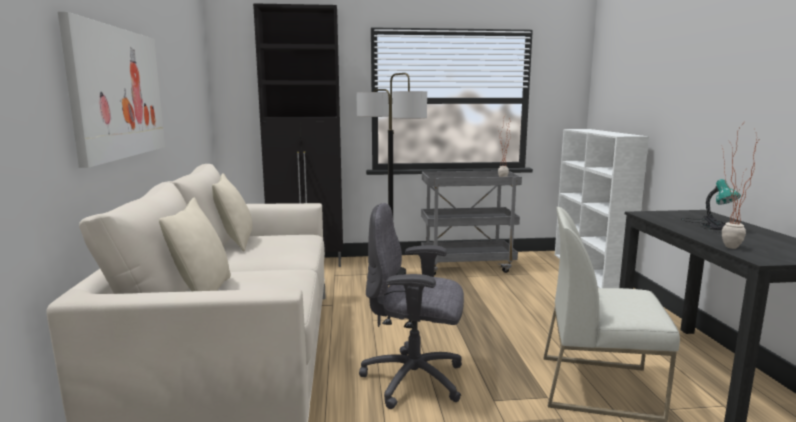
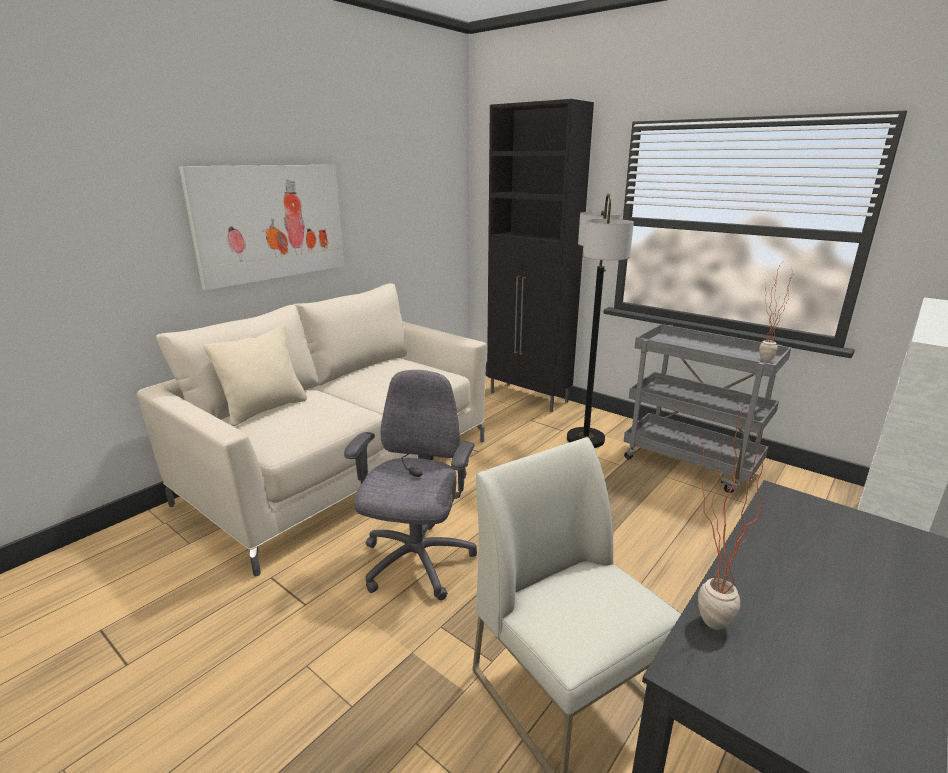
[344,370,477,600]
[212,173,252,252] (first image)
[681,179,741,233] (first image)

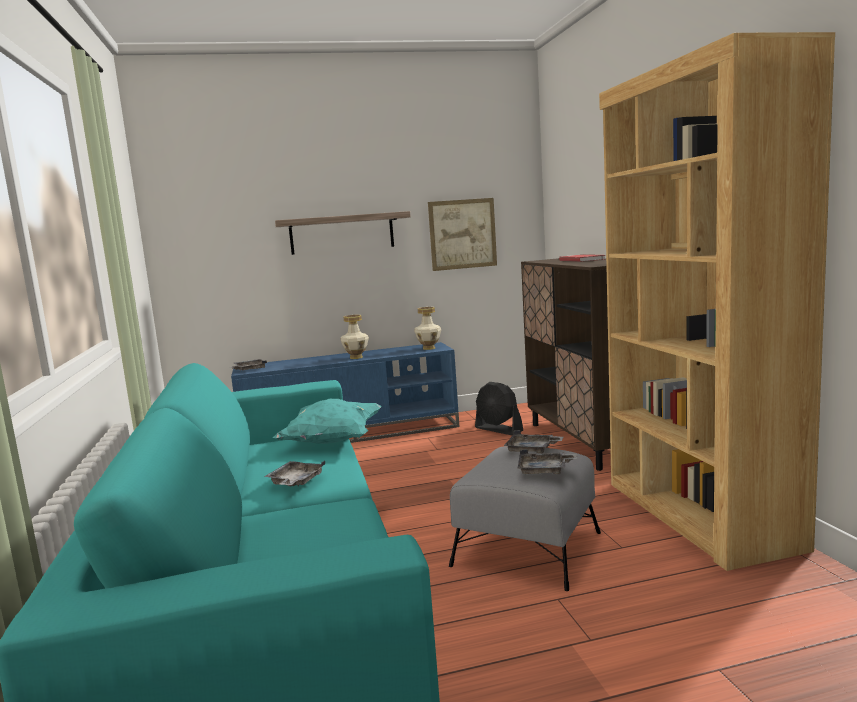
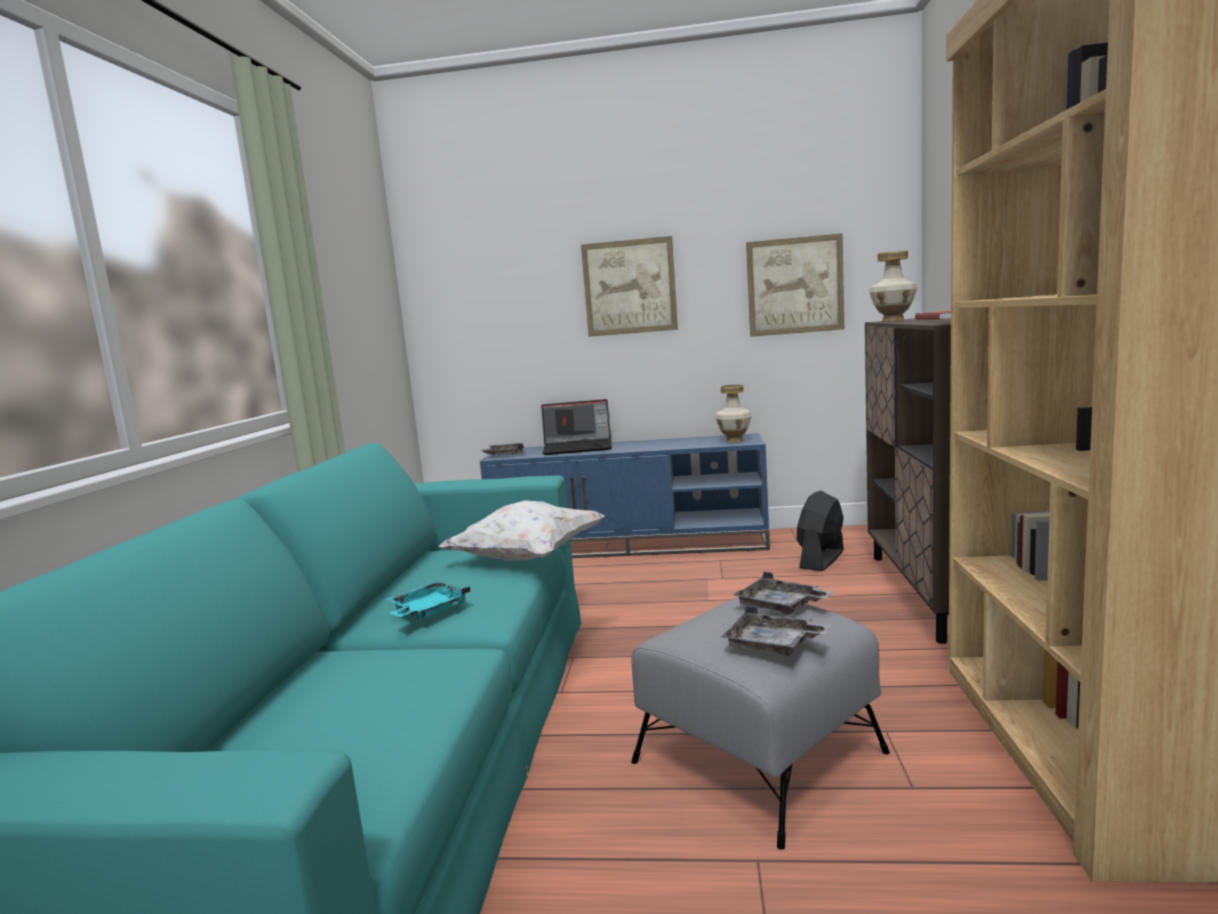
[385,581,470,619]
[439,500,605,561]
[541,399,612,455]
[581,236,678,337]
[796,491,844,571]
[869,250,917,322]

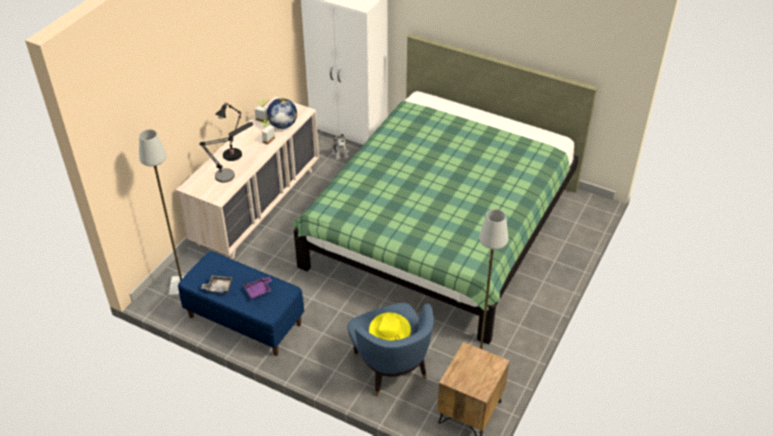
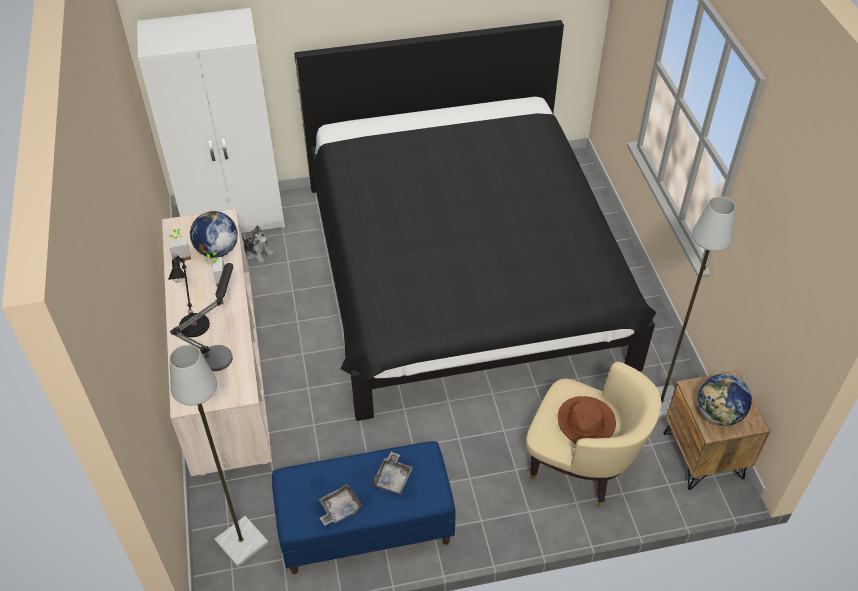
[294,20,656,421]
[372,452,413,495]
[526,362,661,508]
[558,396,616,444]
[698,374,752,426]

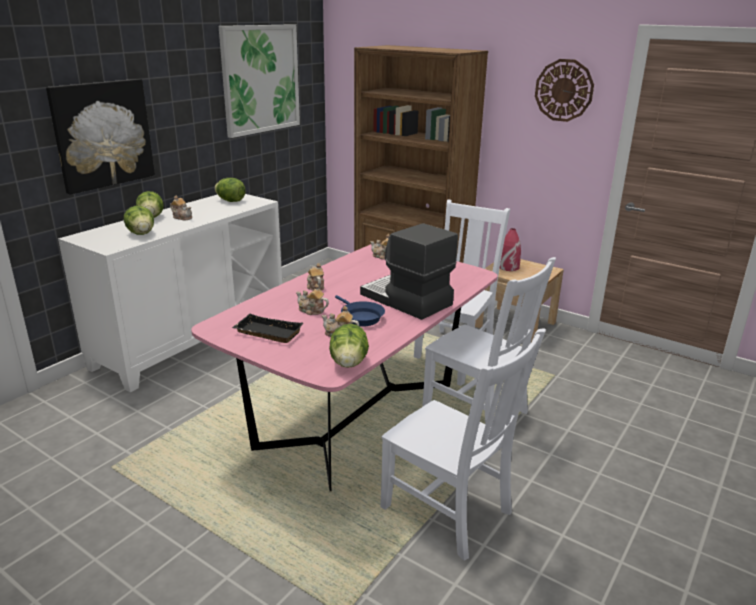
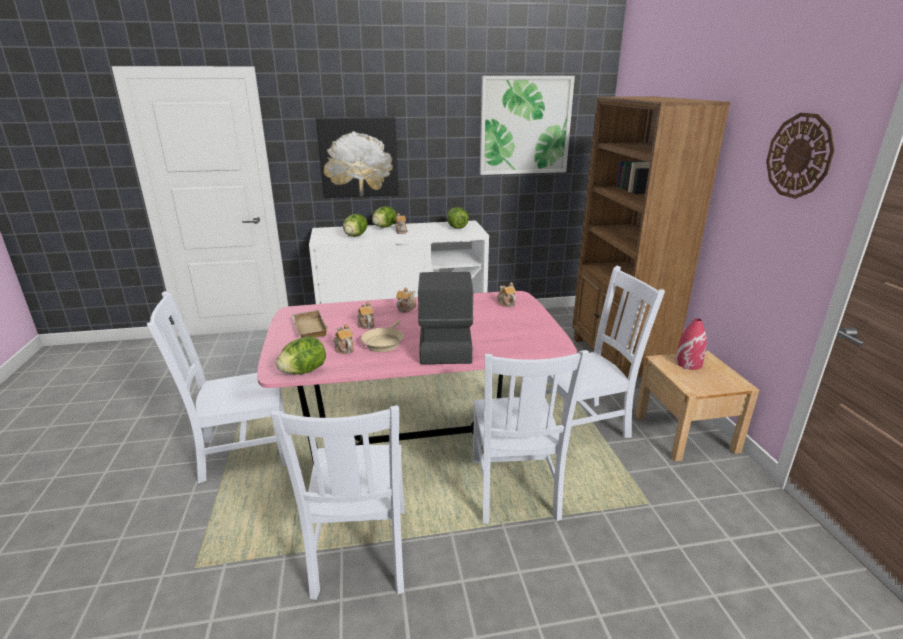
[147,291,286,483]
[291,310,328,338]
[361,319,404,352]

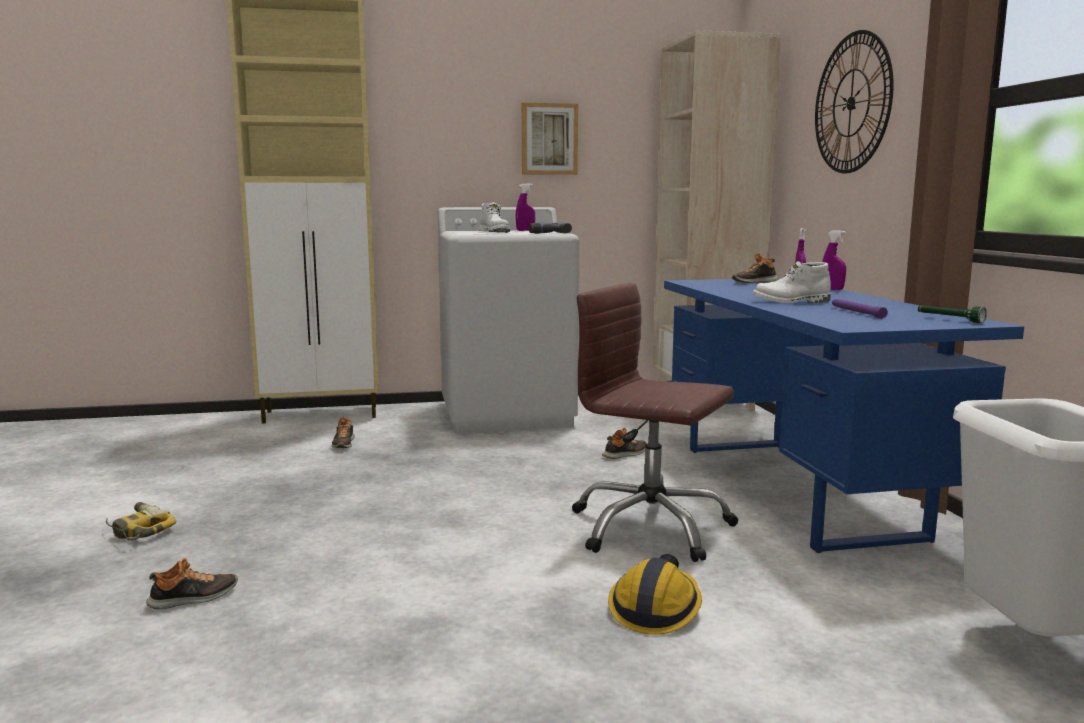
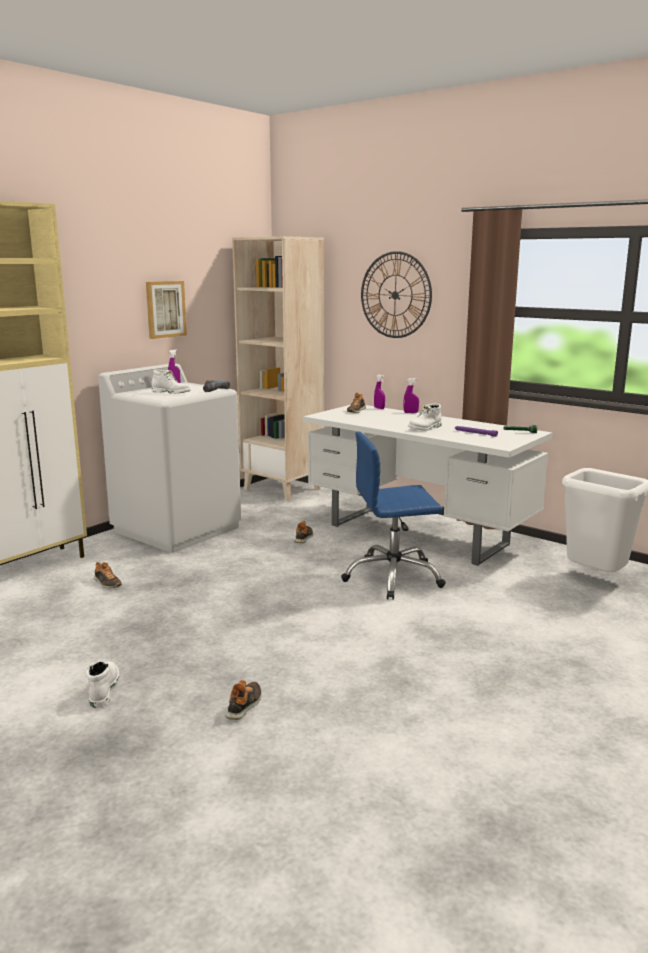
[86,661,119,708]
[303,405,552,566]
[341,432,446,600]
[608,554,702,635] (first image)

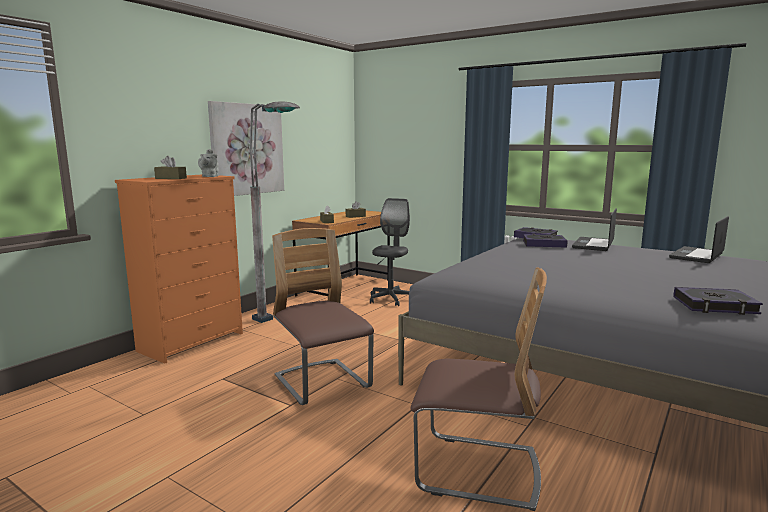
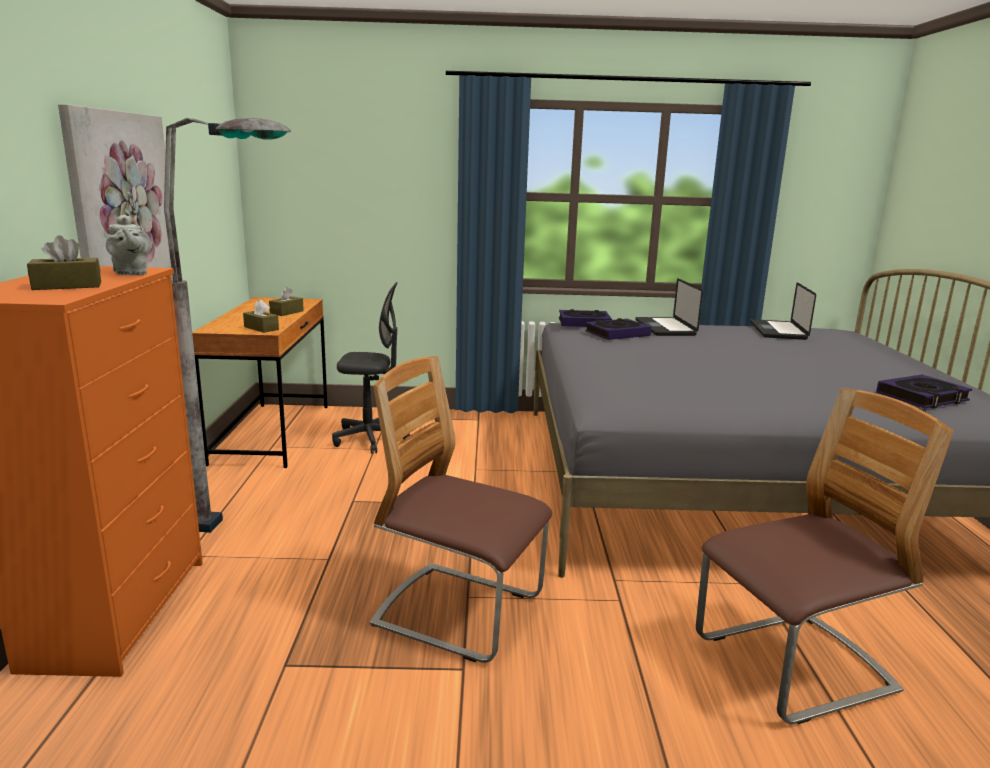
[332,282,410,454]

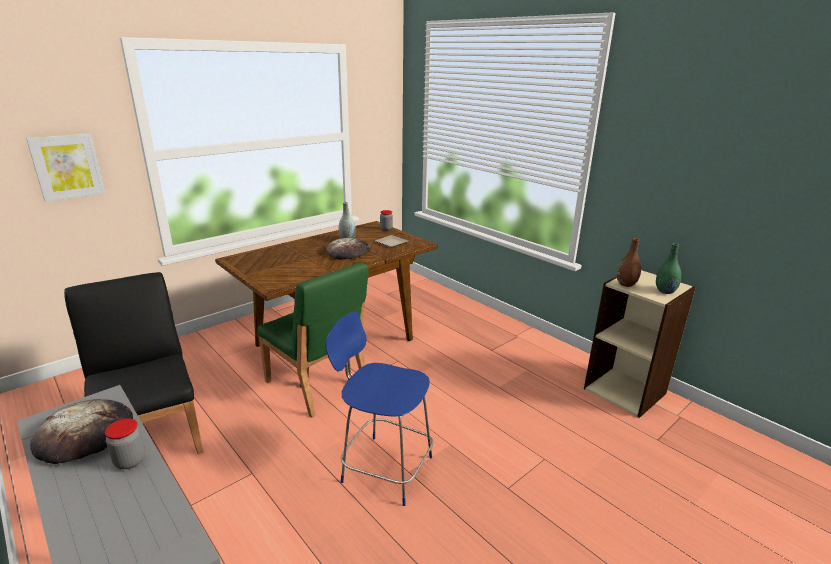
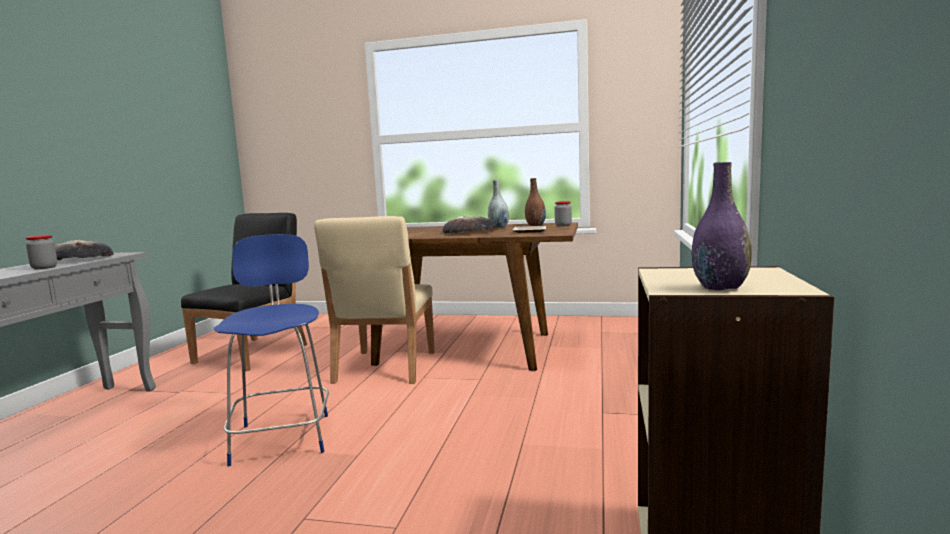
[314,216,435,384]
[525,178,546,226]
[692,162,752,290]
[26,133,106,202] (first image)

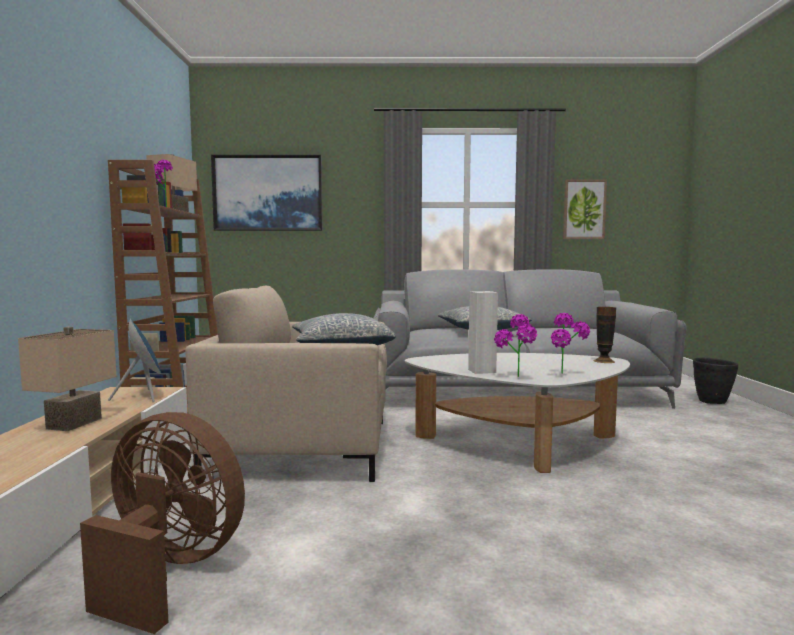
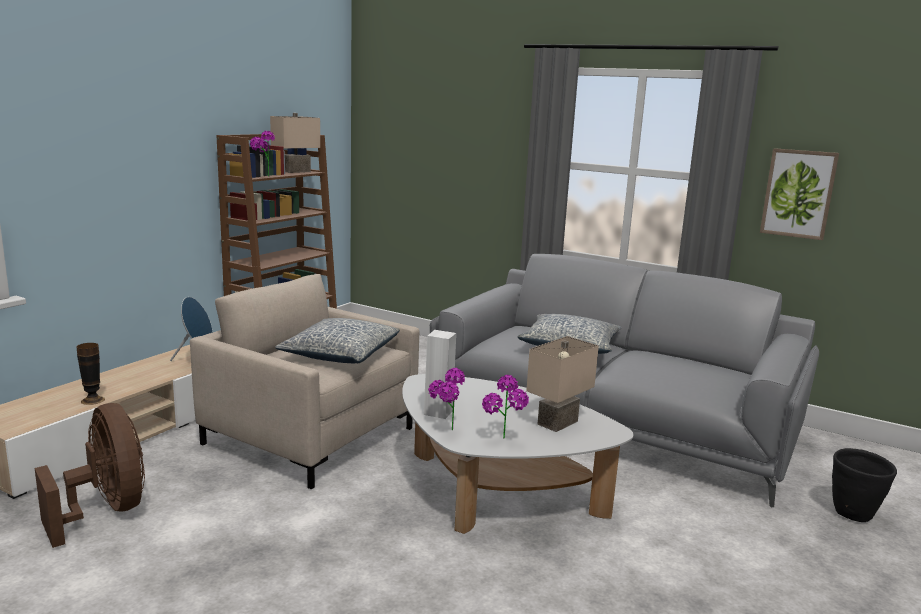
[76,343,105,405]
[526,336,599,432]
[211,154,323,231] (first image)

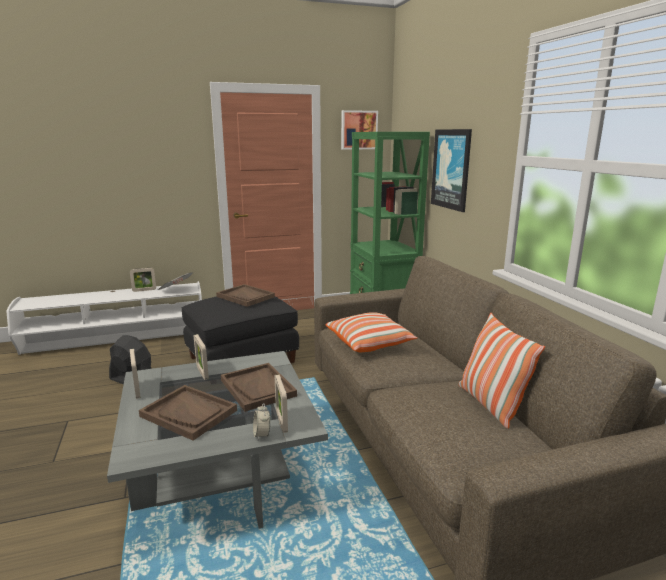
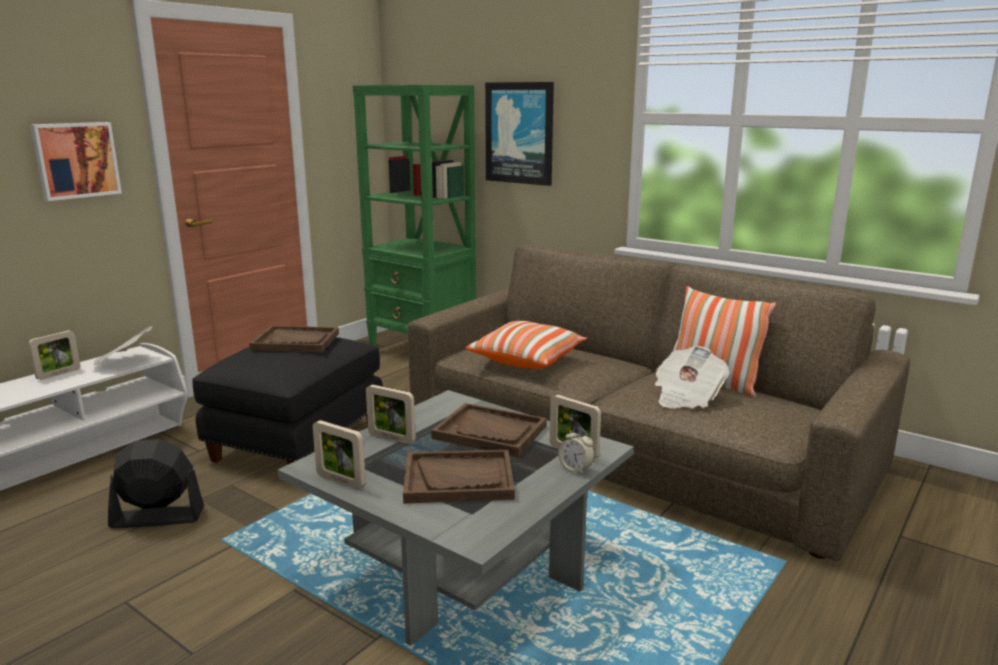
[30,122,122,201]
[655,346,729,408]

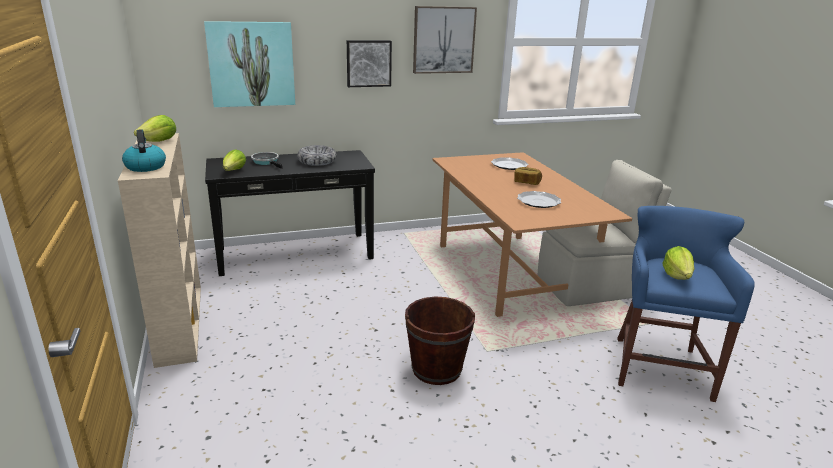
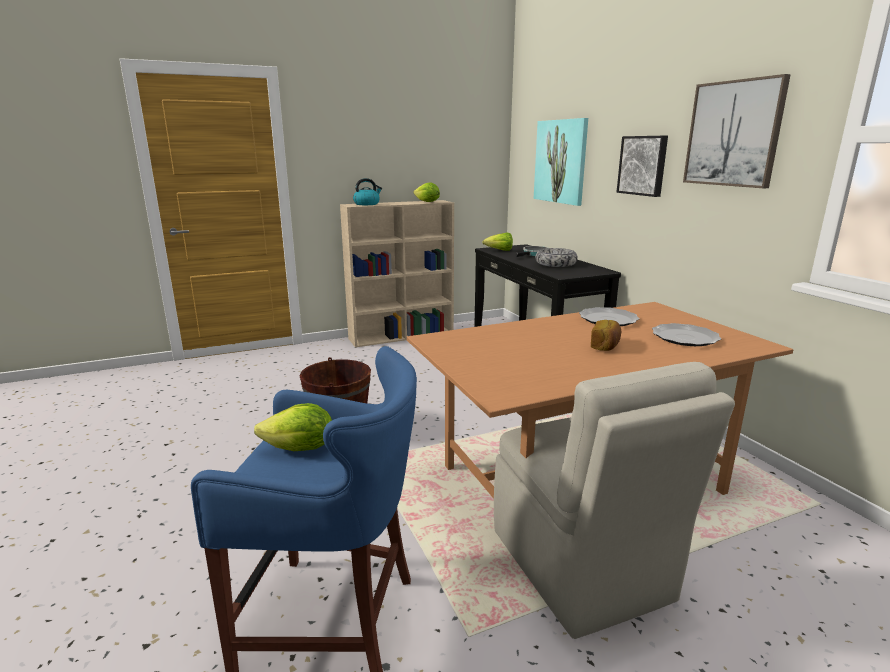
[579,307,640,326]

